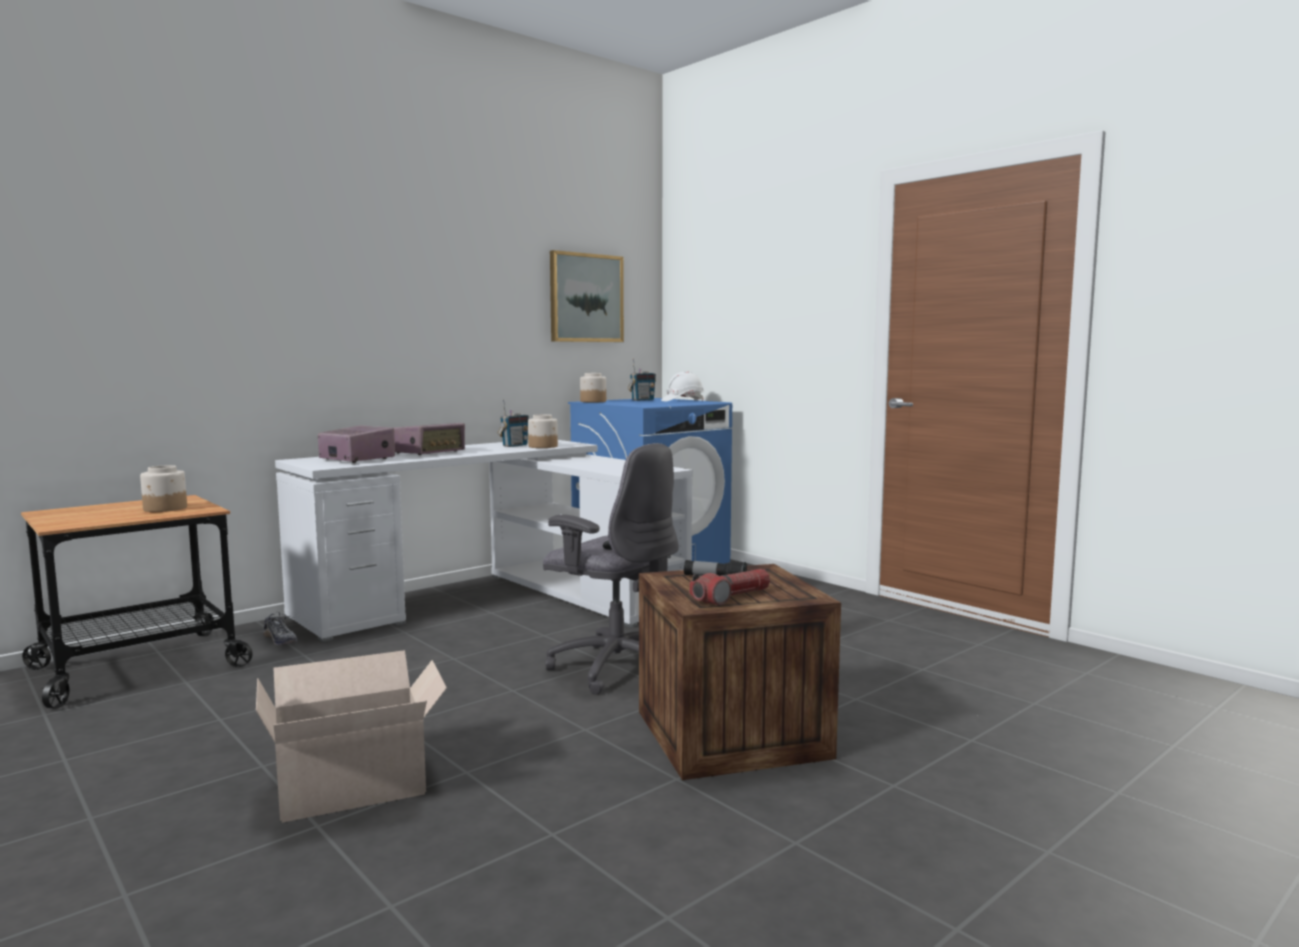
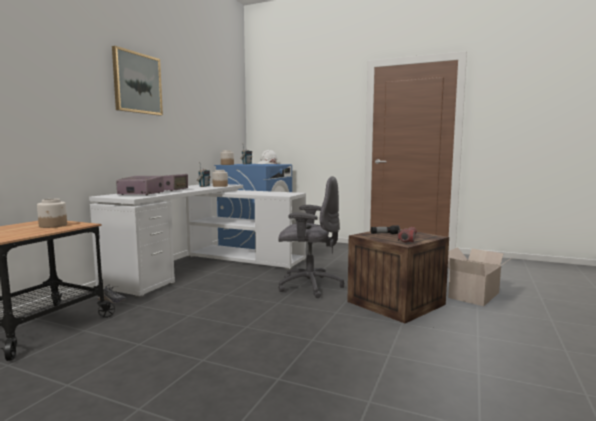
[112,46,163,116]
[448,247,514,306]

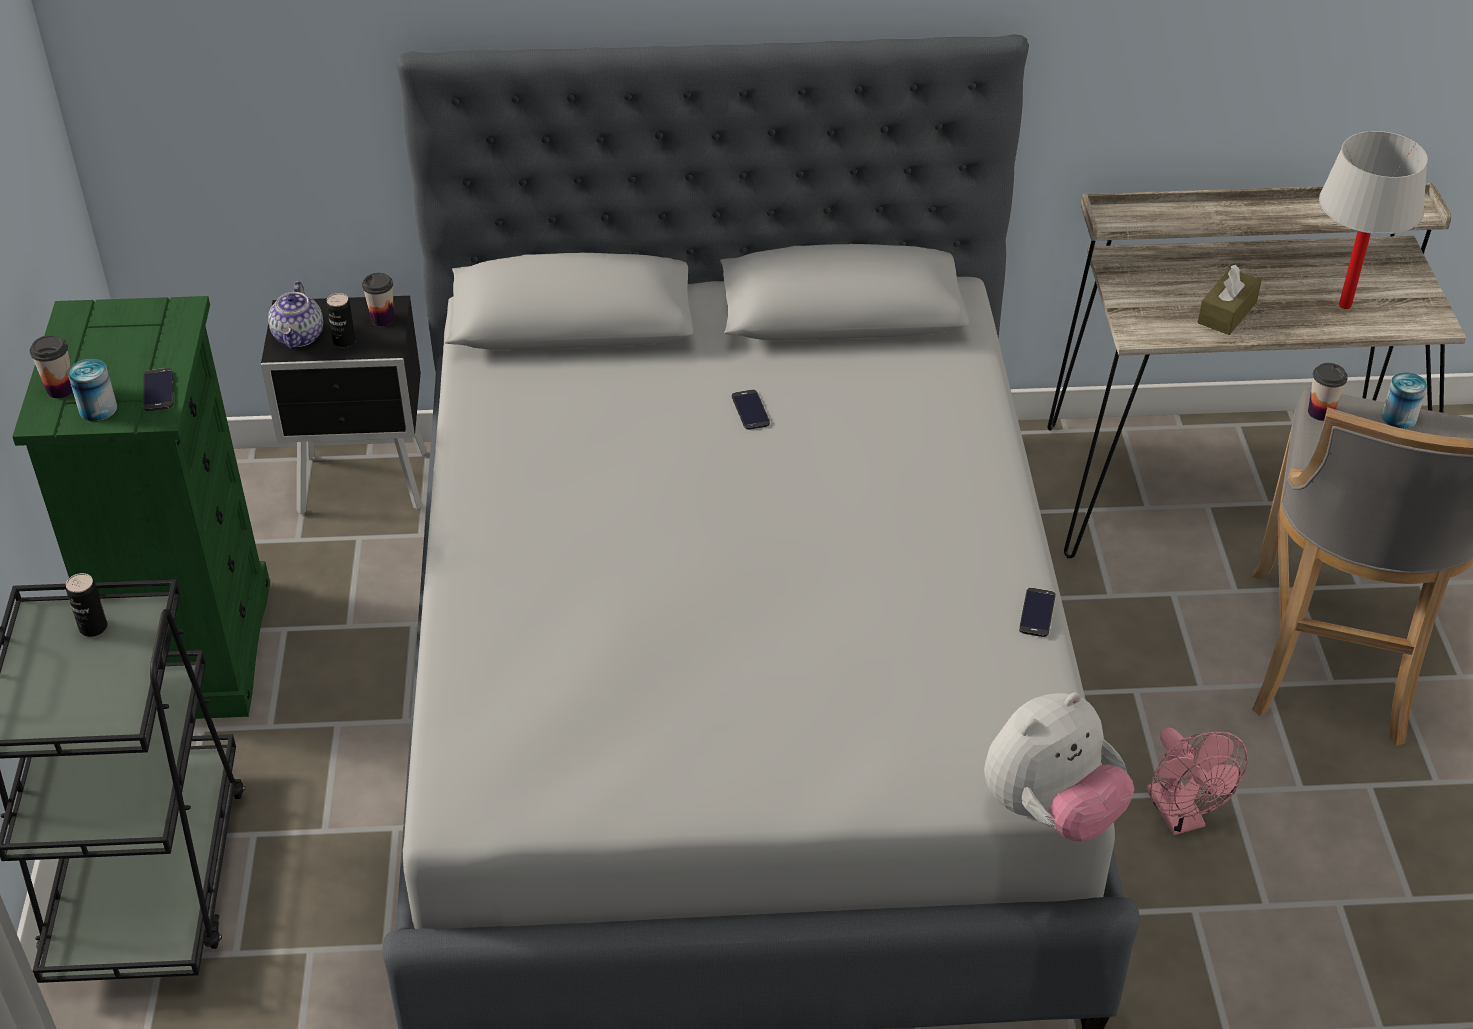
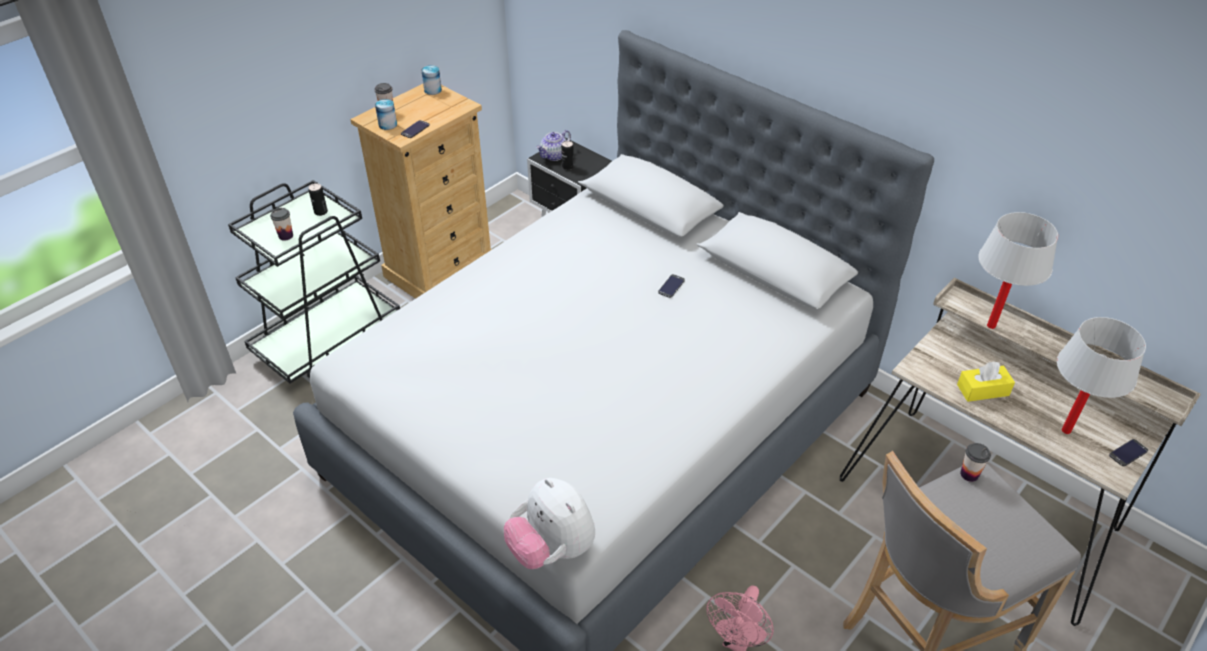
[270,208,293,241]
[350,84,492,299]
[421,65,442,95]
[504,478,595,569]
[957,362,1015,402]
[978,212,1058,329]
[1109,439,1148,466]

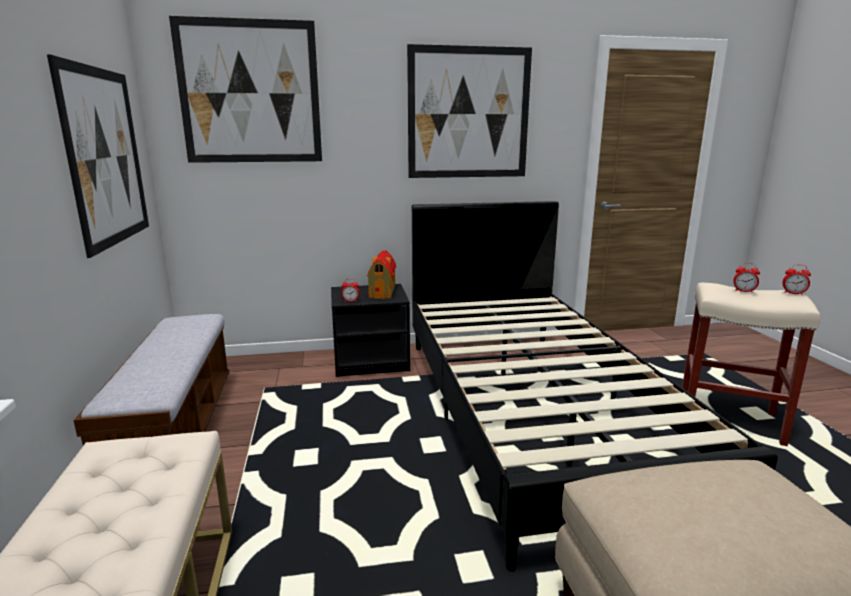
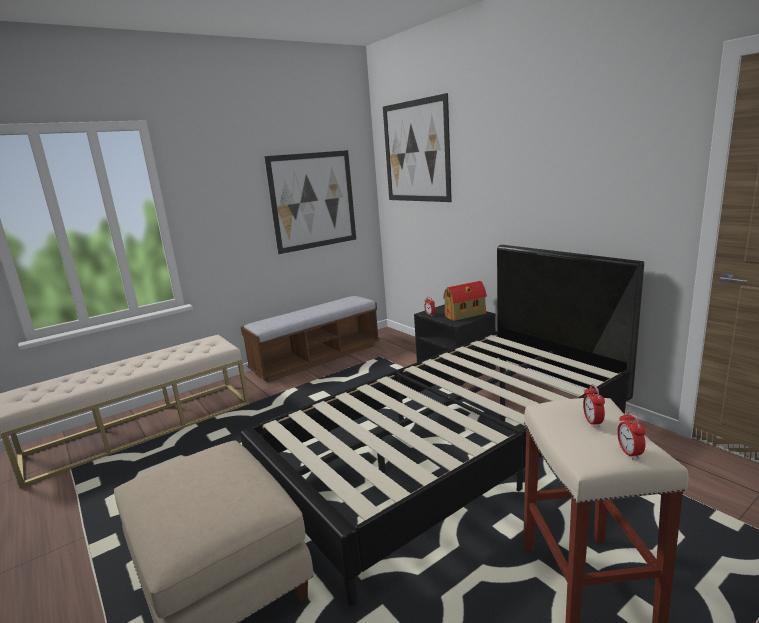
[407,44,532,178] (first image)

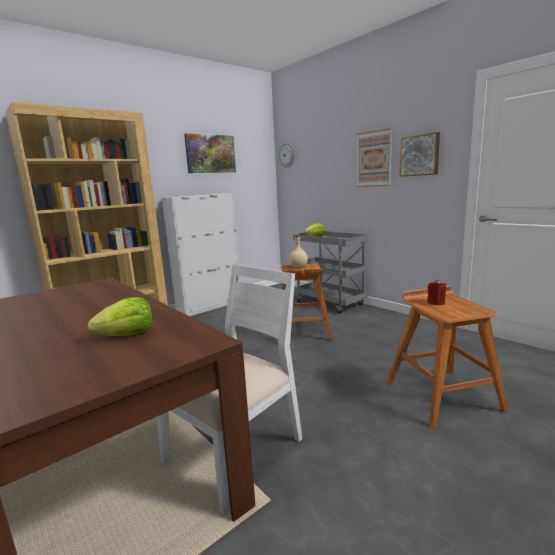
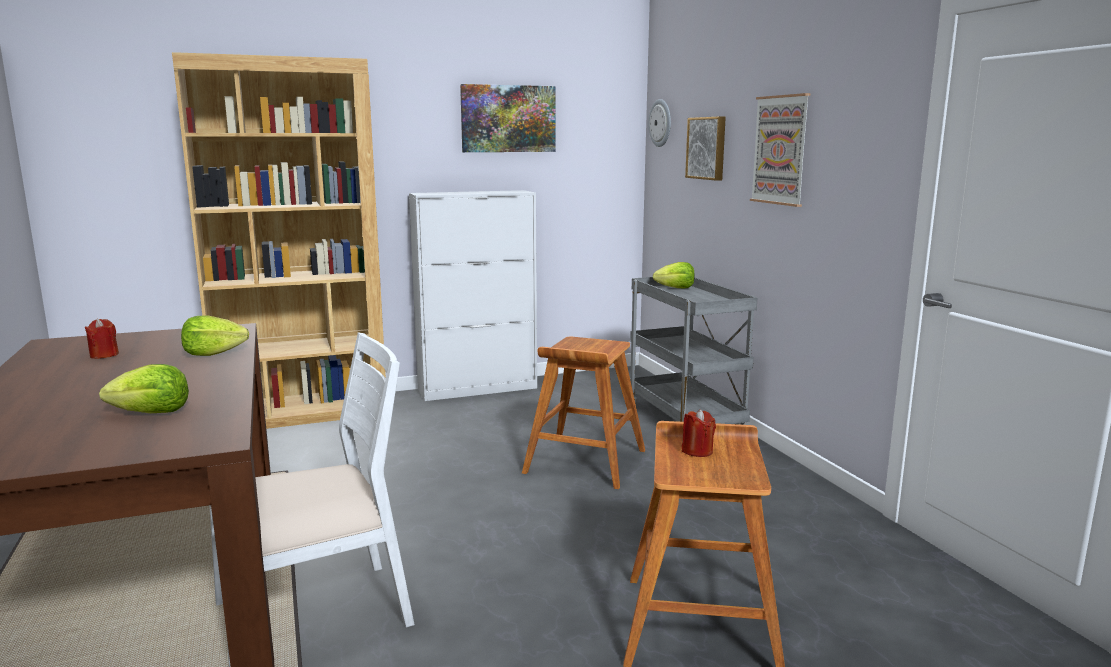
[85,319,119,359]
[181,315,249,356]
[685,116,726,181]
[289,235,308,268] (first image)

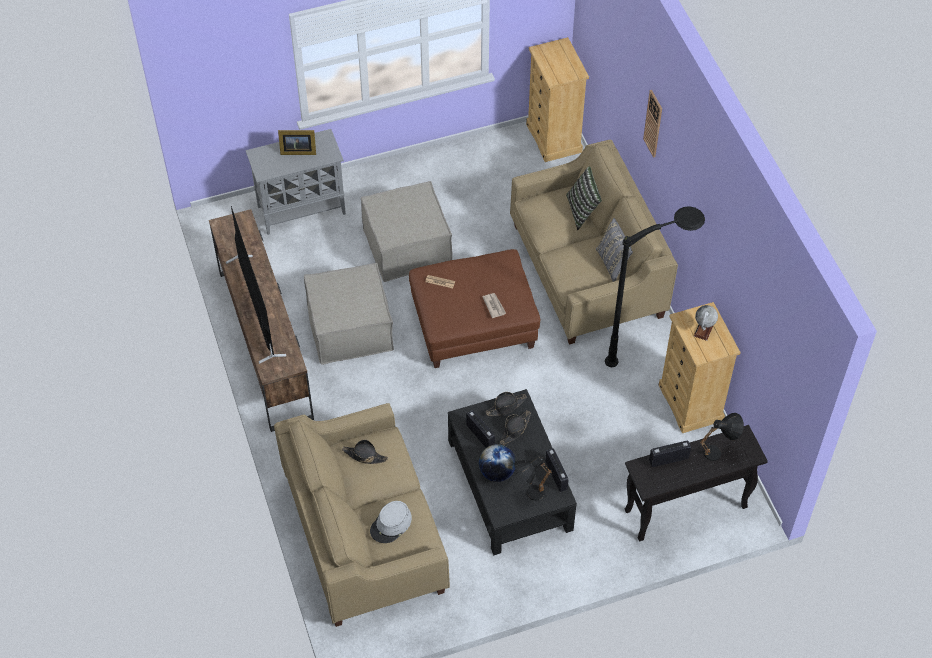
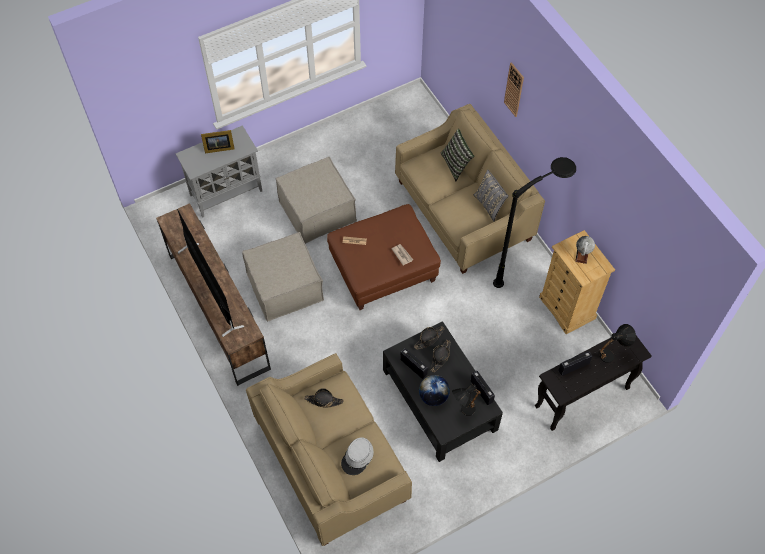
[526,37,589,162] (first image)

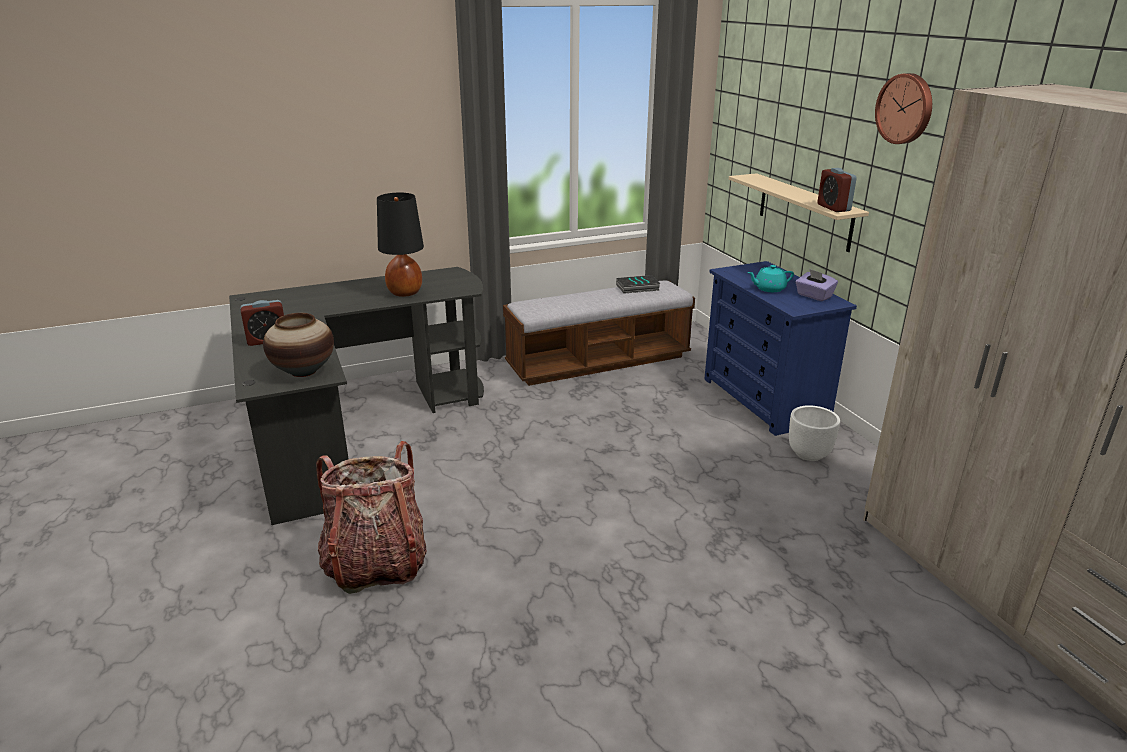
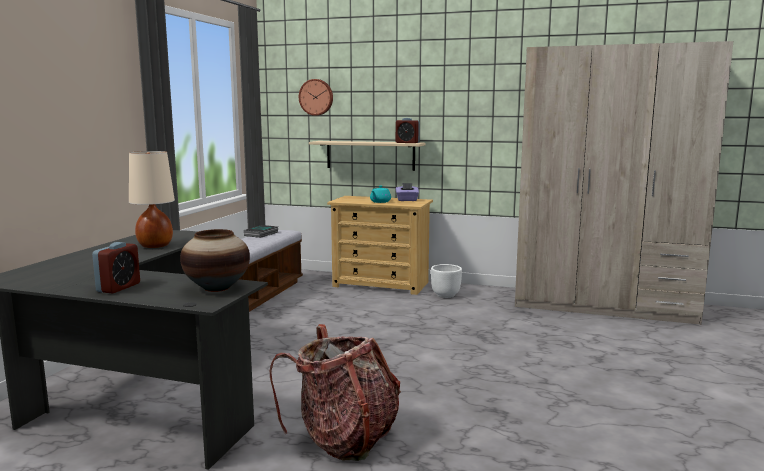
[129,151,175,248]
[299,79,333,116]
[327,196,433,295]

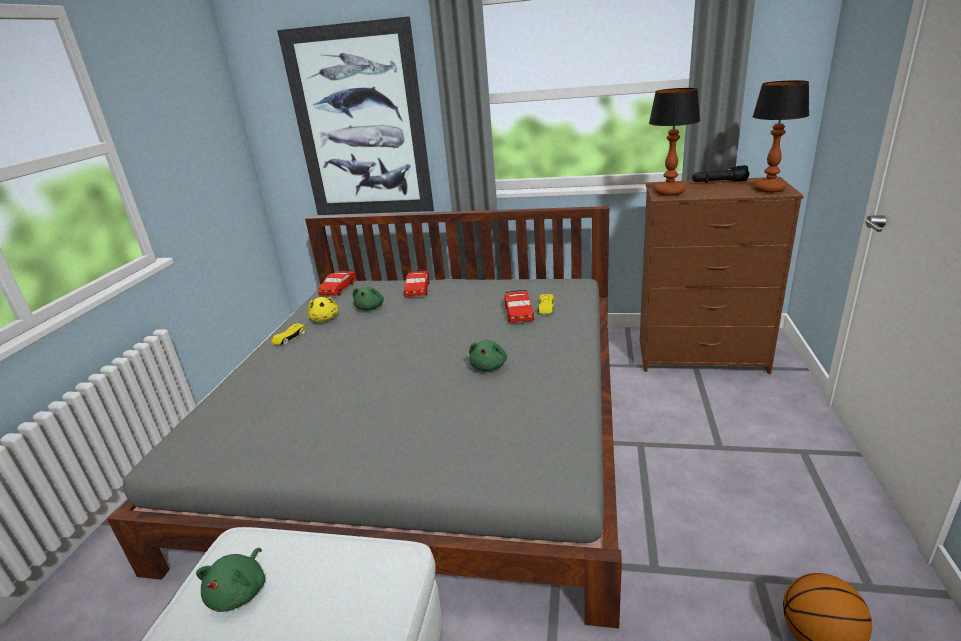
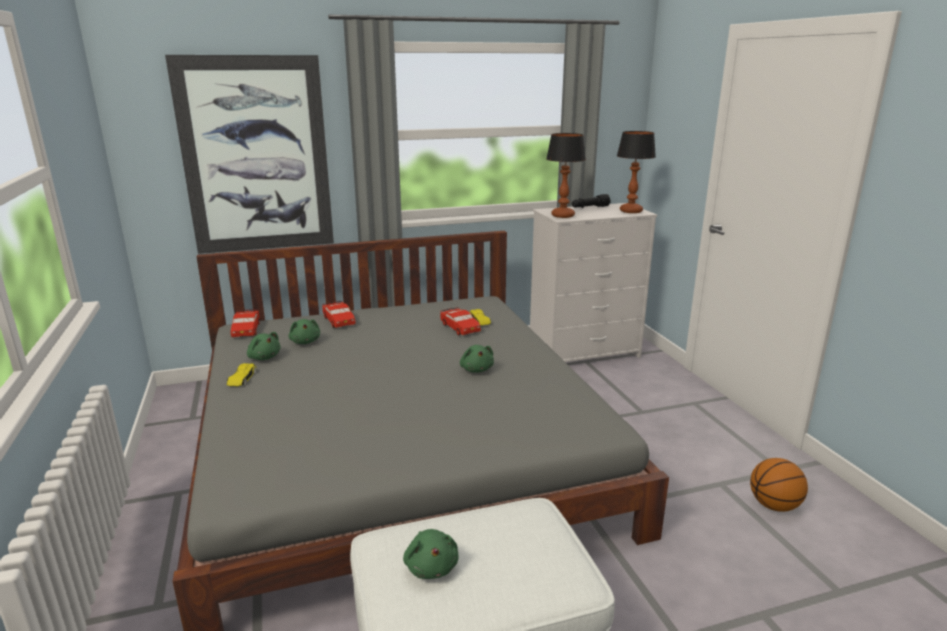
[247,332,281,360]
[530,203,657,362]

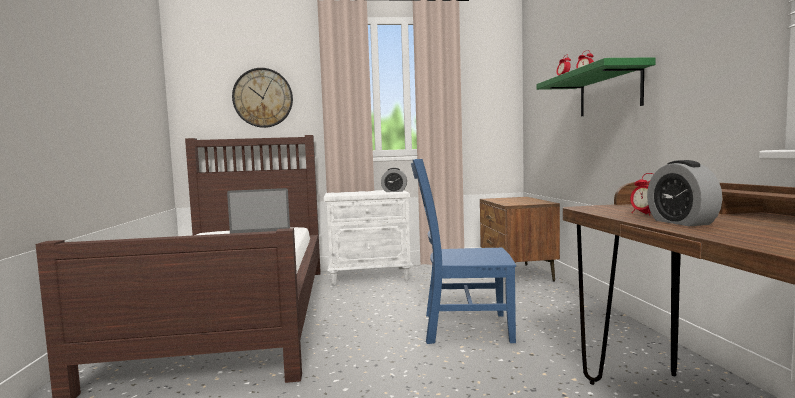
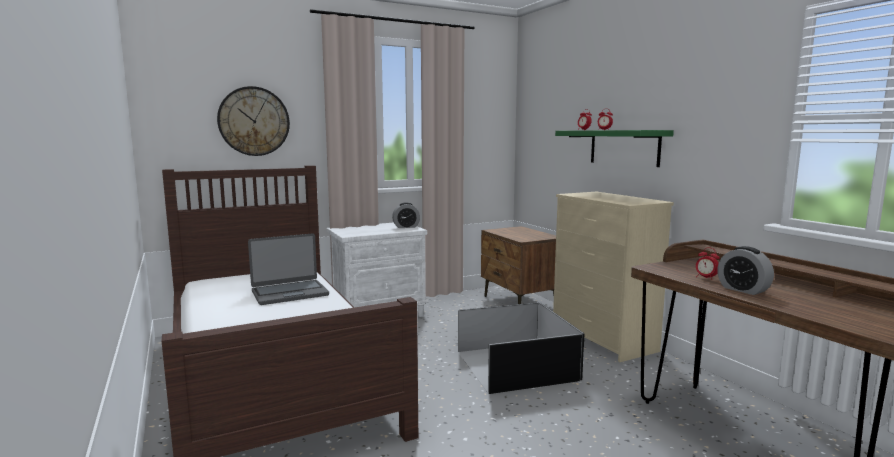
[458,302,585,394]
[553,192,674,362]

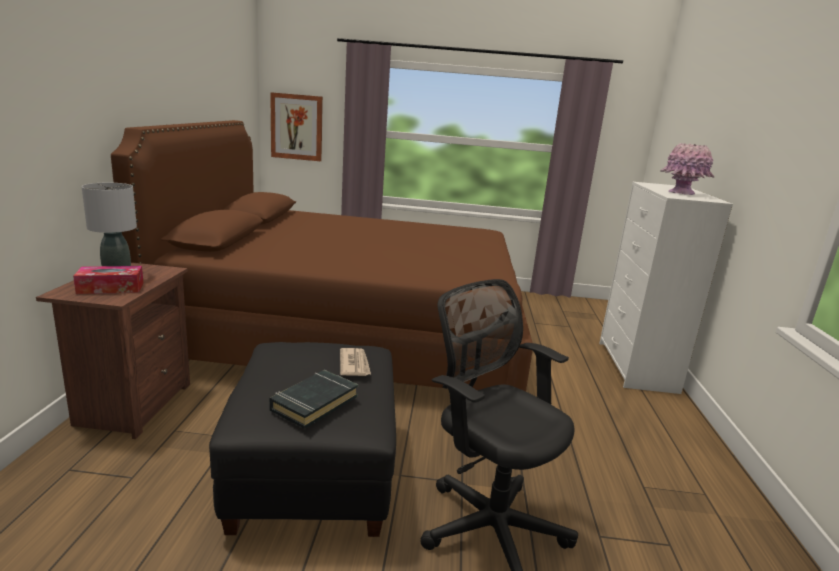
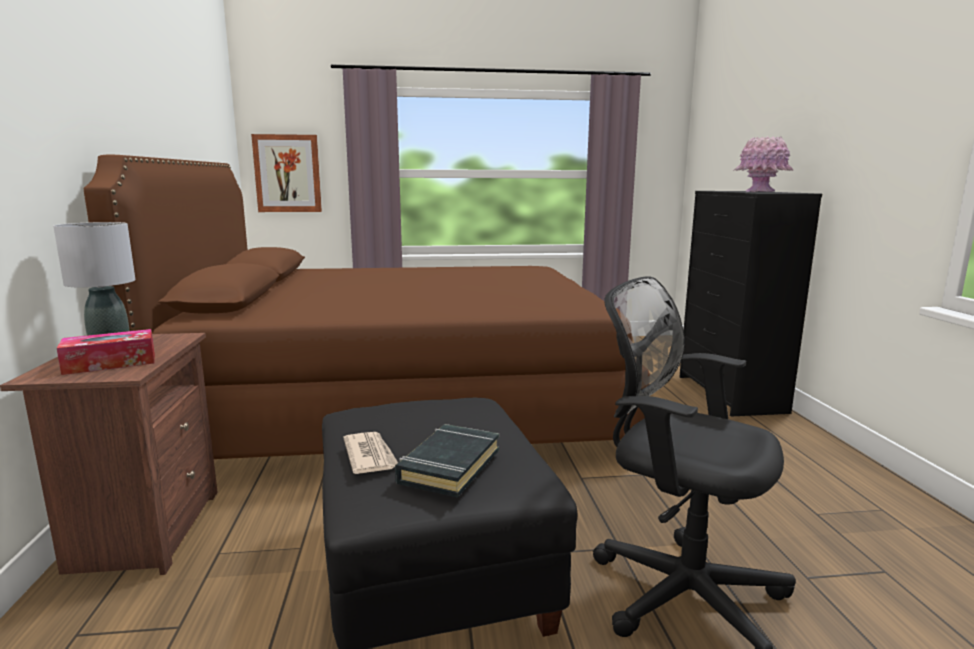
[344,432,398,474]
[679,191,822,416]

